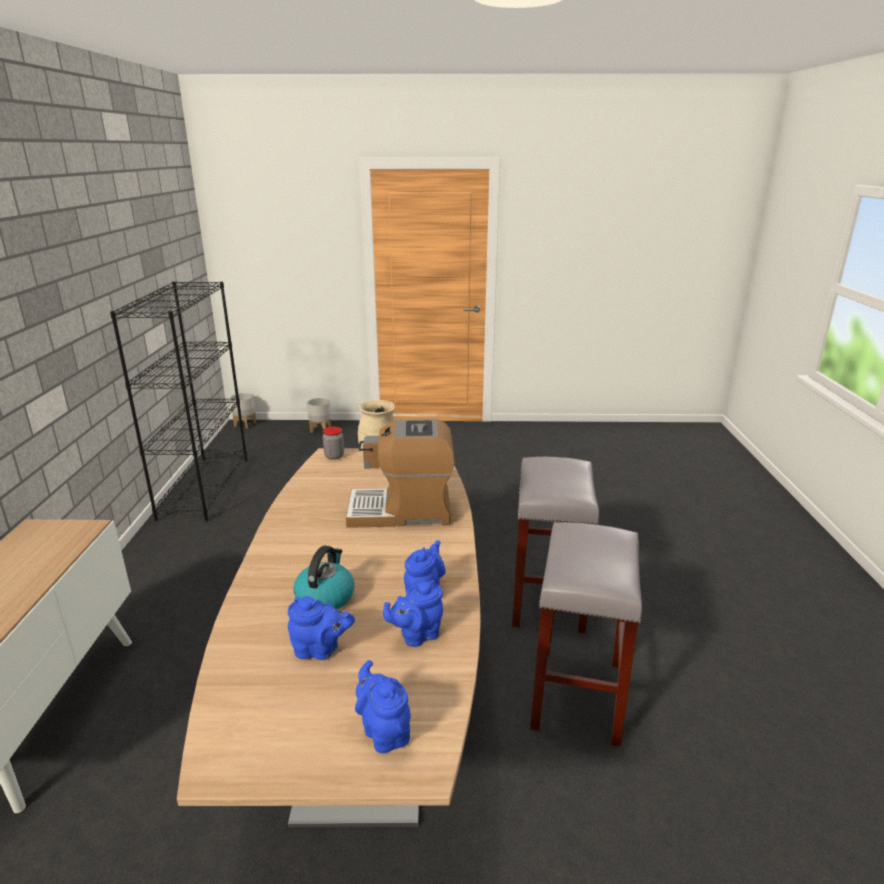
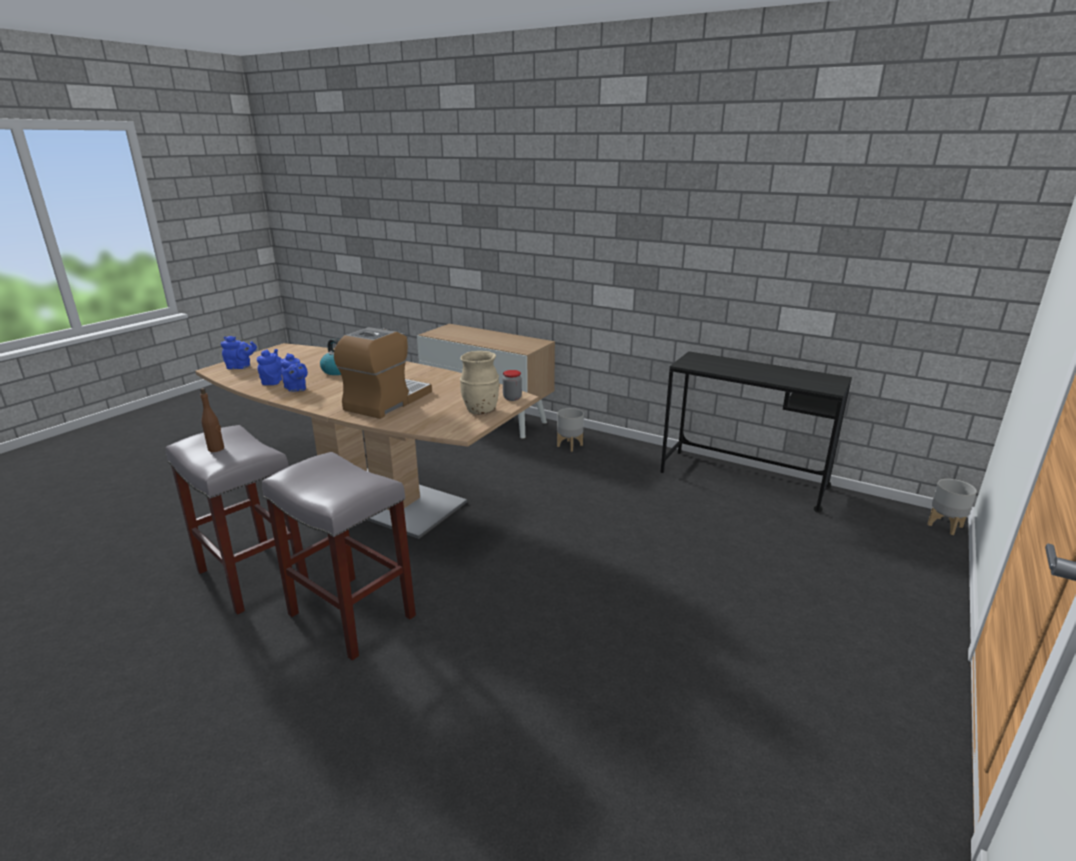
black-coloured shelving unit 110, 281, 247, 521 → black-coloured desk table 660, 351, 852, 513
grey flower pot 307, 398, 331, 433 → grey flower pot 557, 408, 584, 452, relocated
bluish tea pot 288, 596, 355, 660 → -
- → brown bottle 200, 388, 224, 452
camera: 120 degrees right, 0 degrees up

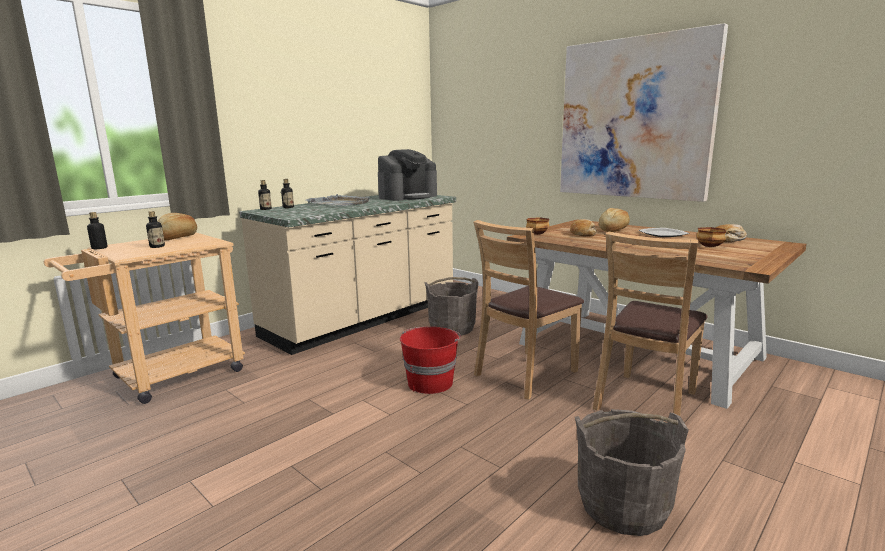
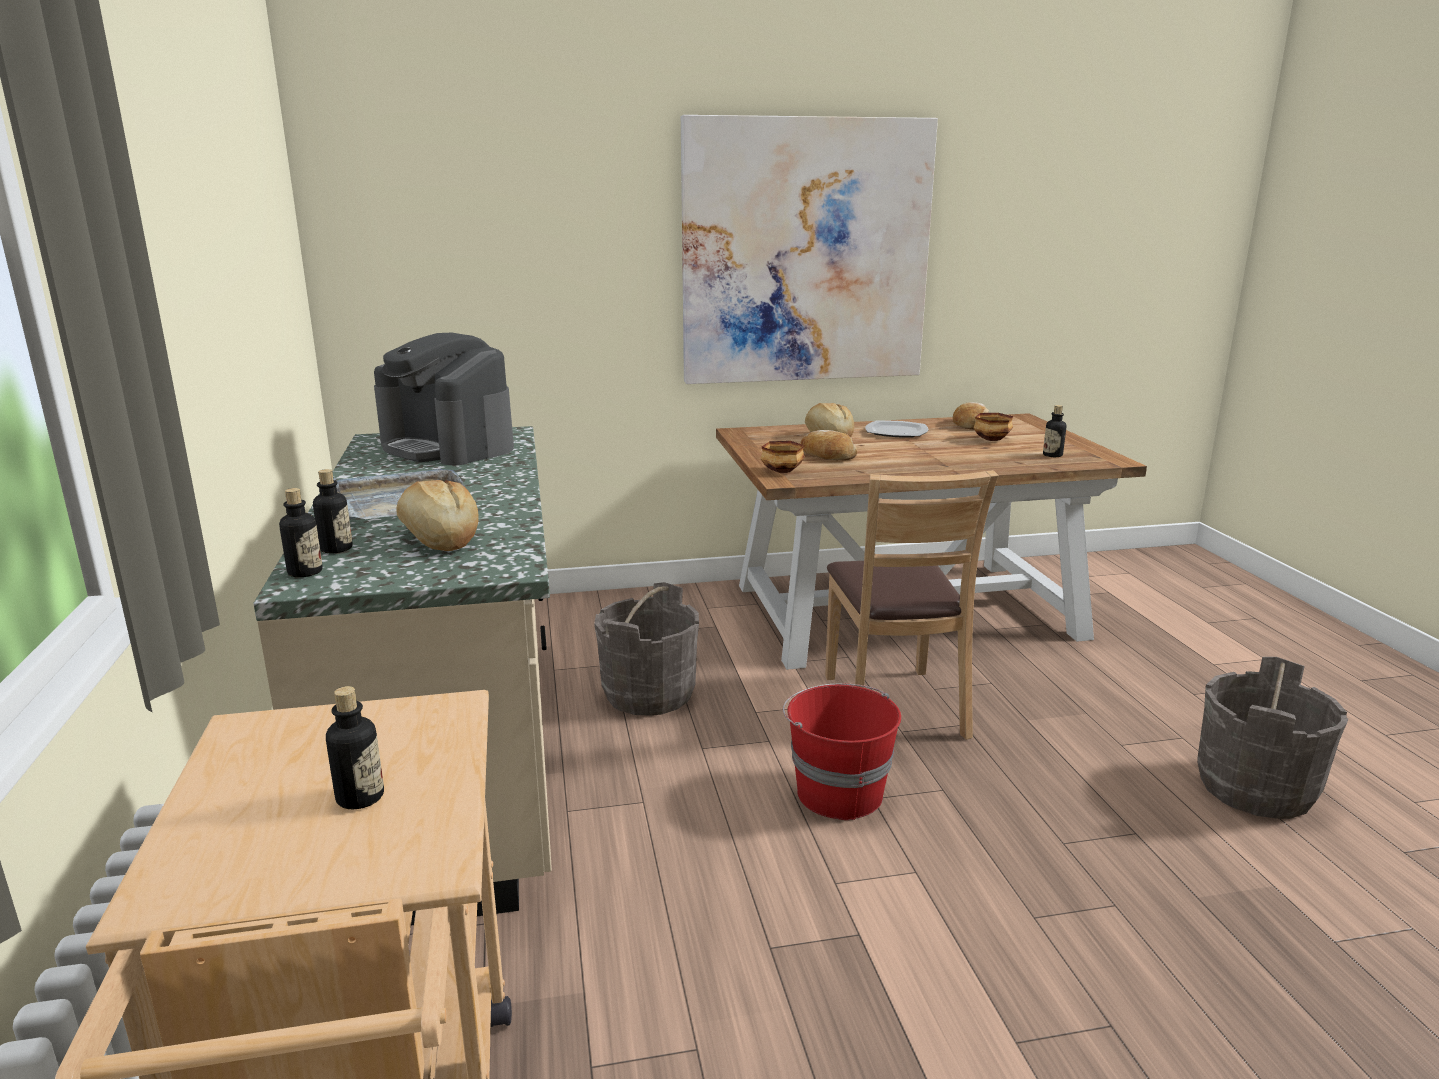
coffee machine 378, 149, 437, 201 → coffee machine 374, 333, 514, 465, 135 degrees clockwise
bottle 87, 212, 108, 249 → bottle 1043, 405, 1066, 457, relocated
baked bread 157, 213, 197, 240 → baked bread 397, 480, 479, 551, relocated
brown chair 593, 232, 707, 416 → -
camera: 55 degrees left, 5 degrees up

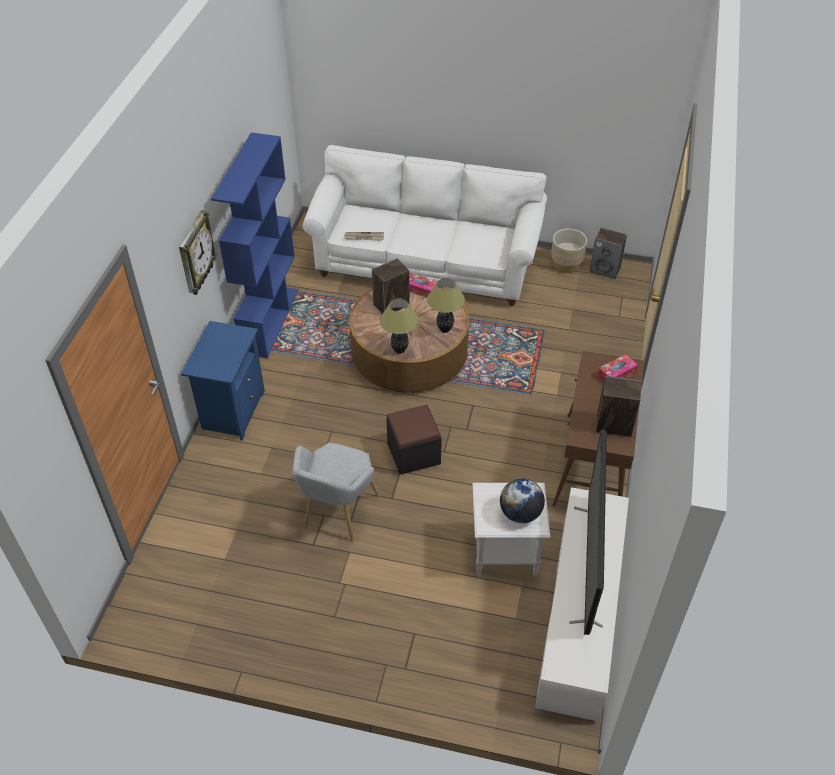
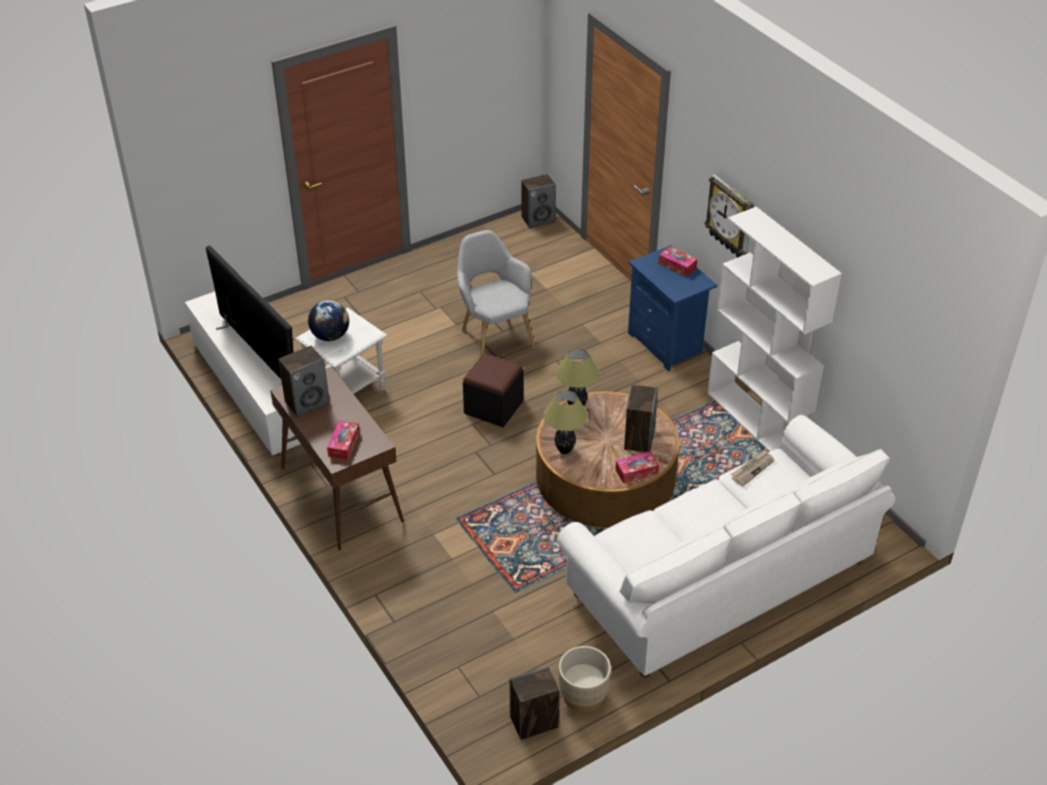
bluish shelving unit 211, 132, 299, 358 → white-coloured shelving unit 707, 207, 842, 452
- → audio speaker 521, 174, 556, 228
- → tissue holder 658, 246, 697, 277
camera: 135 degrees right, 5 degrees down

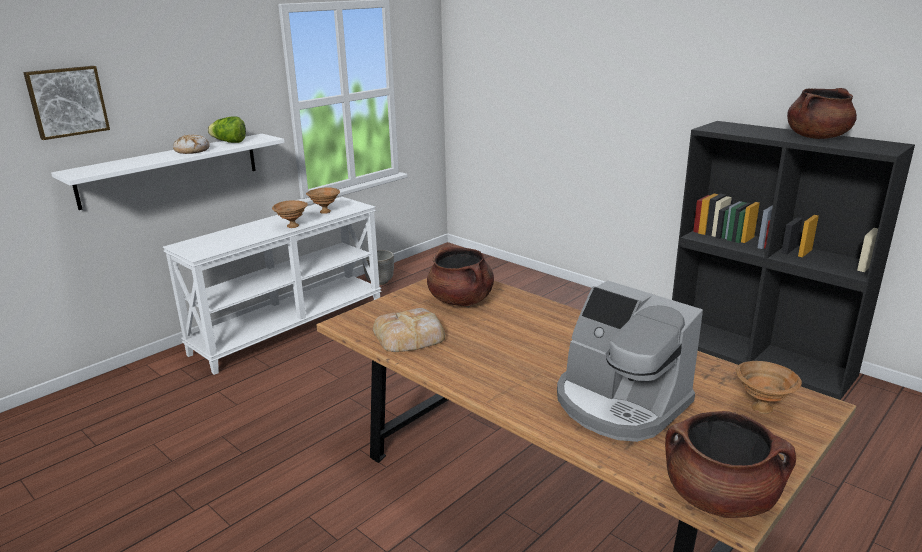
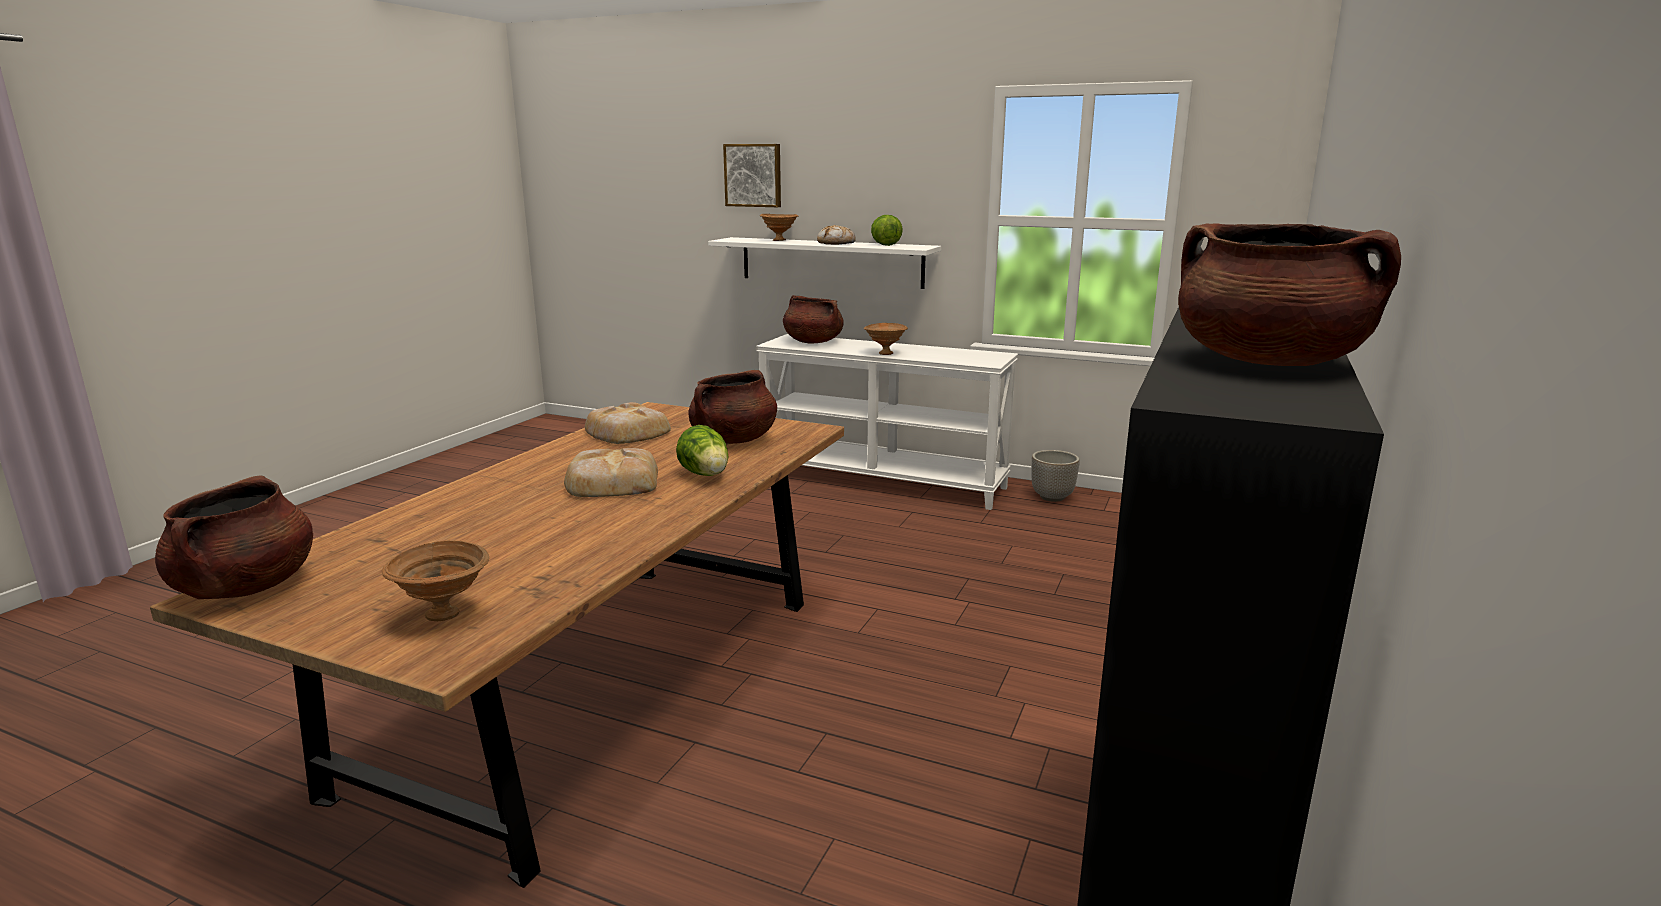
brown serving bowl 306, 187, 340, 214 → brown serving bowl 760, 214, 799, 241, relocated
coffee machine 557, 281, 703, 442 → -
- → brown cooking pot 783, 295, 844, 343
- → head of lettuce 676, 425, 728, 476
- → baked bread 564, 448, 658, 497
camera: 70 degrees right, 5 degrees down

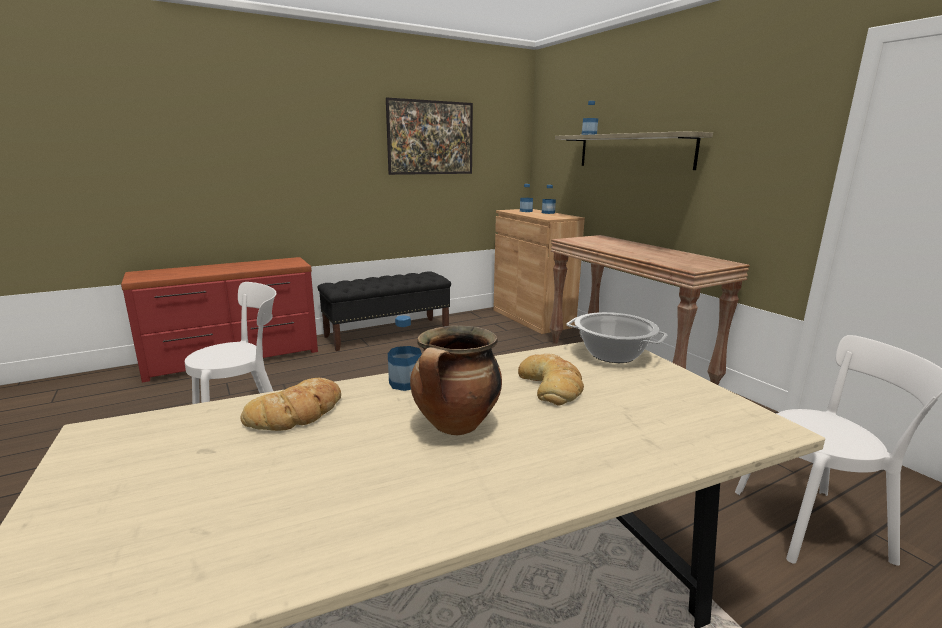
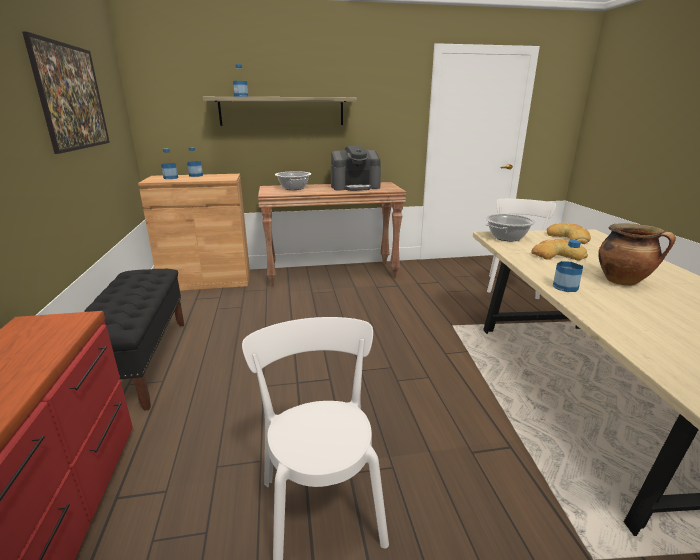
baked bread 240, 378, 341, 431 → baked bread 547, 222, 591, 244, relocated
- → coffee machine 331, 146, 381, 191
- → cooking pot 275, 171, 311, 190
camera: 70 degrees left, 5 degrees up

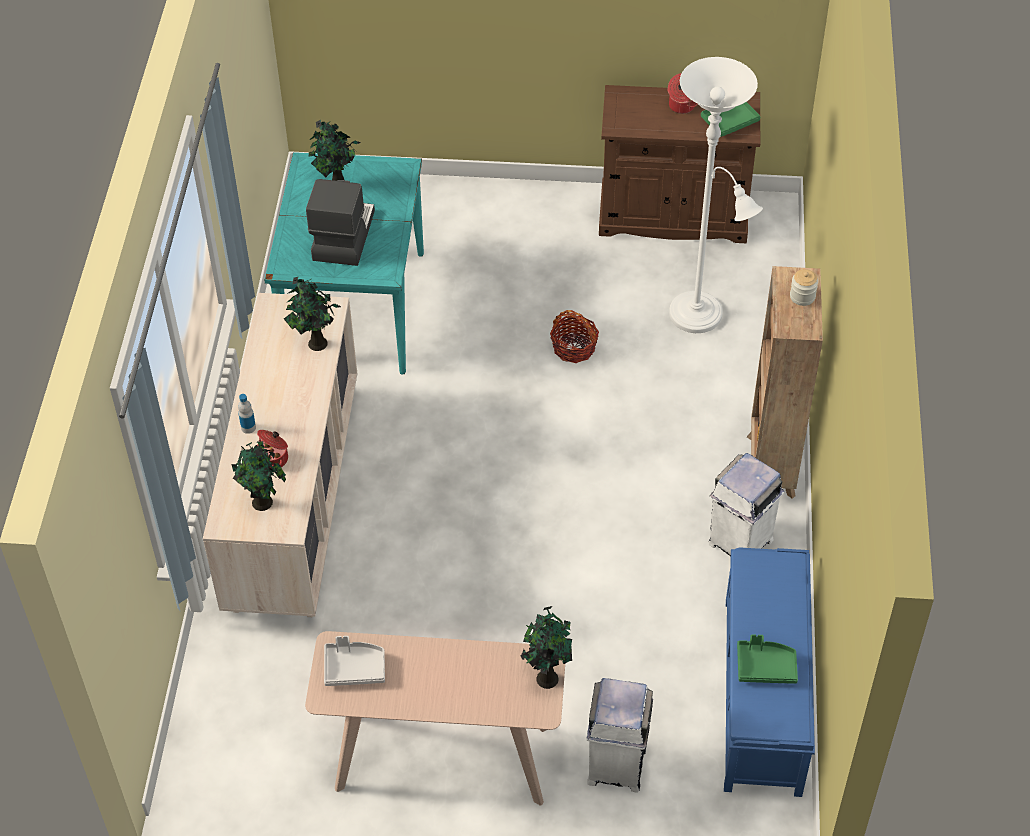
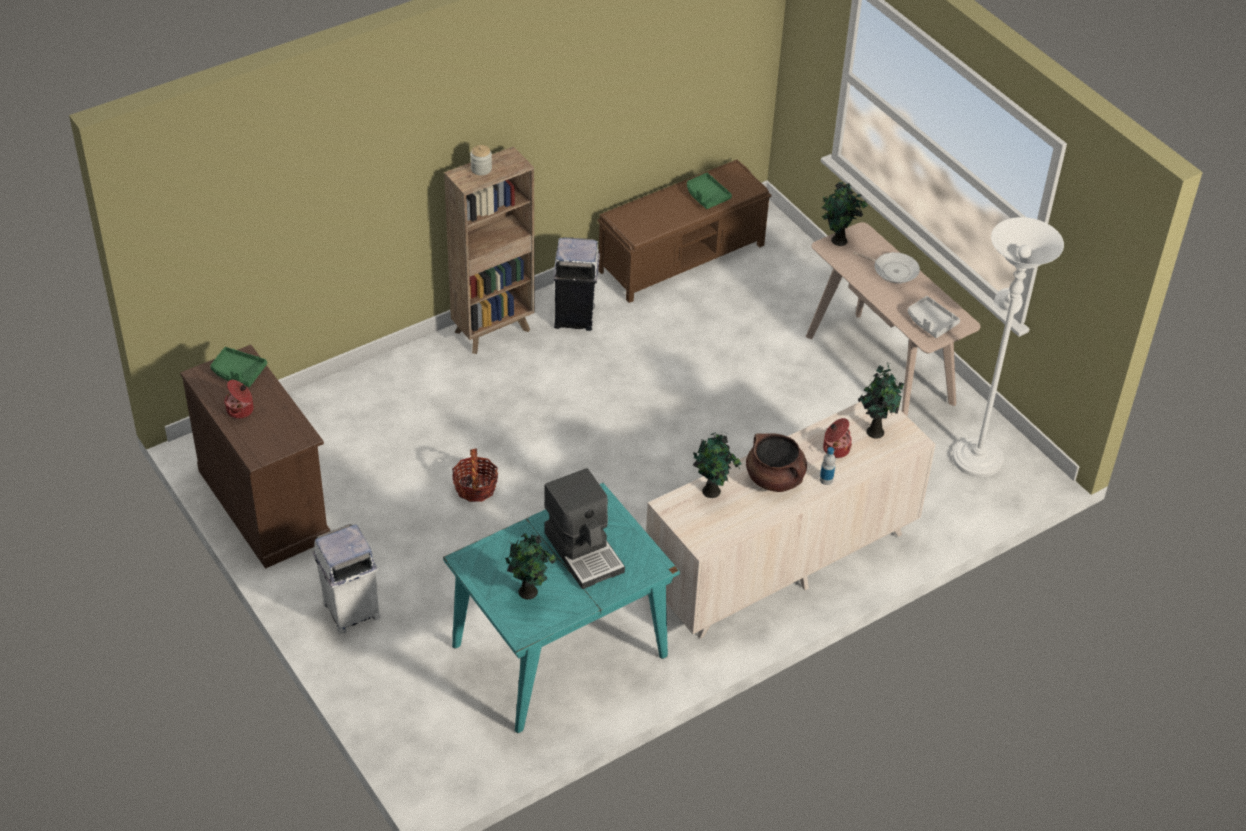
white-coloured standing lamp 669, 57, 763, 333 → white-coloured standing lamp 952, 217, 1064, 477, relocated
coffee machine 306, 179, 375, 266 → coffee machine 544, 468, 625, 589, 90 degrees counterclockwise
bluish bench 724, 548, 815, 797 → brown bench 597, 159, 772, 303
white-coloured rubbish bin 587, 678, 653, 793 → white-coloured rubbish bin 312, 524, 381, 633, relocated
- → pan 852, 251, 920, 284
- → brown cooking pot 746, 433, 807, 492
camera: 130 degrees left, 5 degrees down

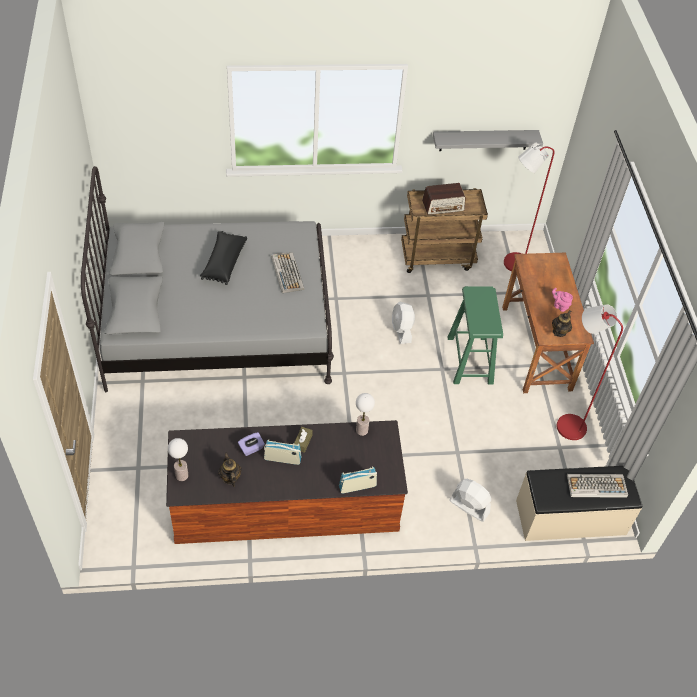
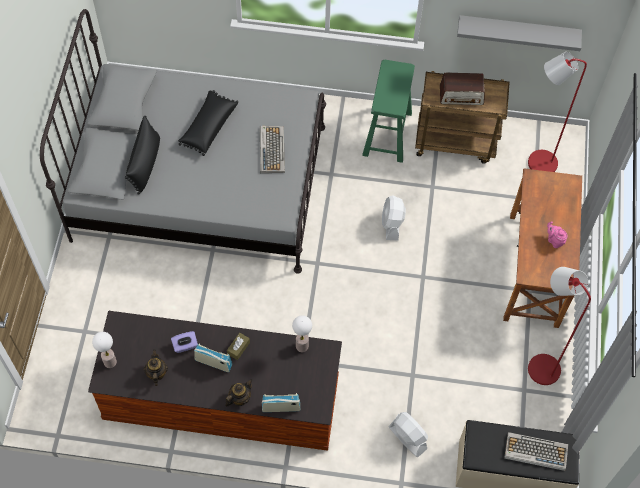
greenish sitting stool 448, 286, 503, 384 → greenish sitting stool 362, 60, 415, 163, relocated
tea pot 552, 310, 572, 337 → tea pot 225, 379, 253, 406, relocated
- → black-coloured pillow 125, 116, 160, 195
camera: 15 degrees right, 10 degrees up

